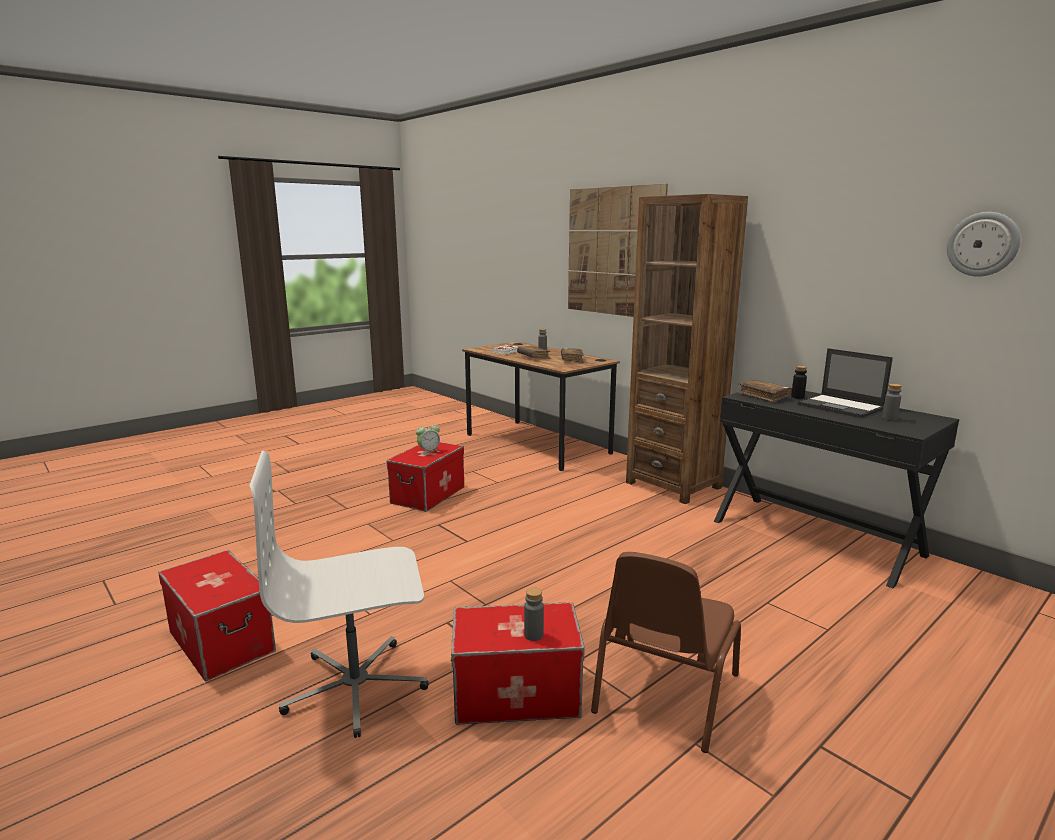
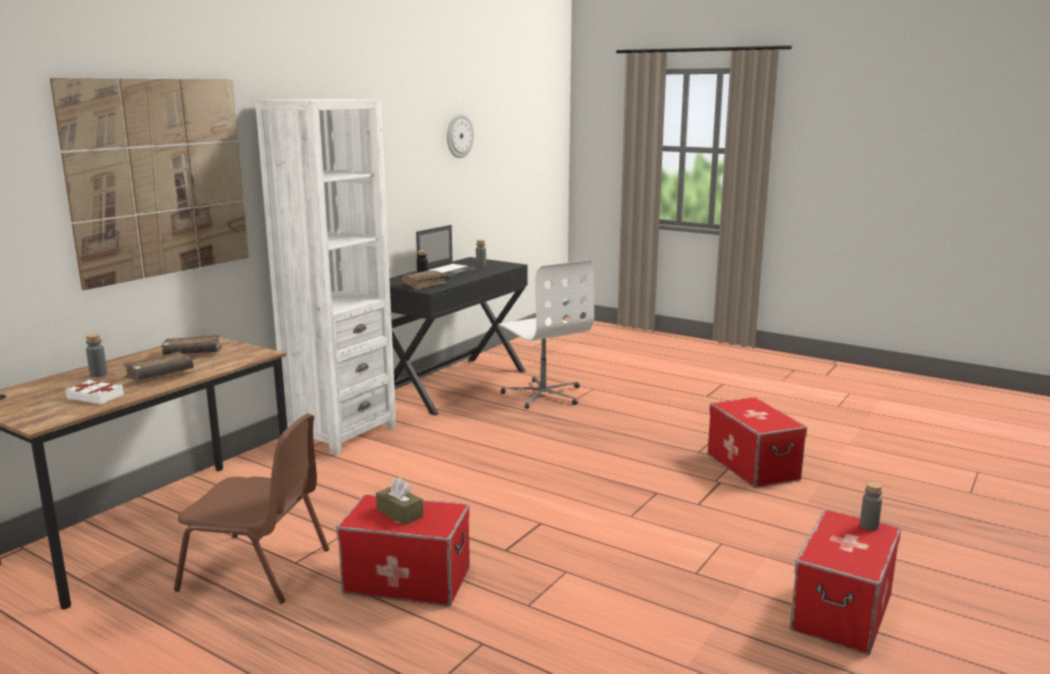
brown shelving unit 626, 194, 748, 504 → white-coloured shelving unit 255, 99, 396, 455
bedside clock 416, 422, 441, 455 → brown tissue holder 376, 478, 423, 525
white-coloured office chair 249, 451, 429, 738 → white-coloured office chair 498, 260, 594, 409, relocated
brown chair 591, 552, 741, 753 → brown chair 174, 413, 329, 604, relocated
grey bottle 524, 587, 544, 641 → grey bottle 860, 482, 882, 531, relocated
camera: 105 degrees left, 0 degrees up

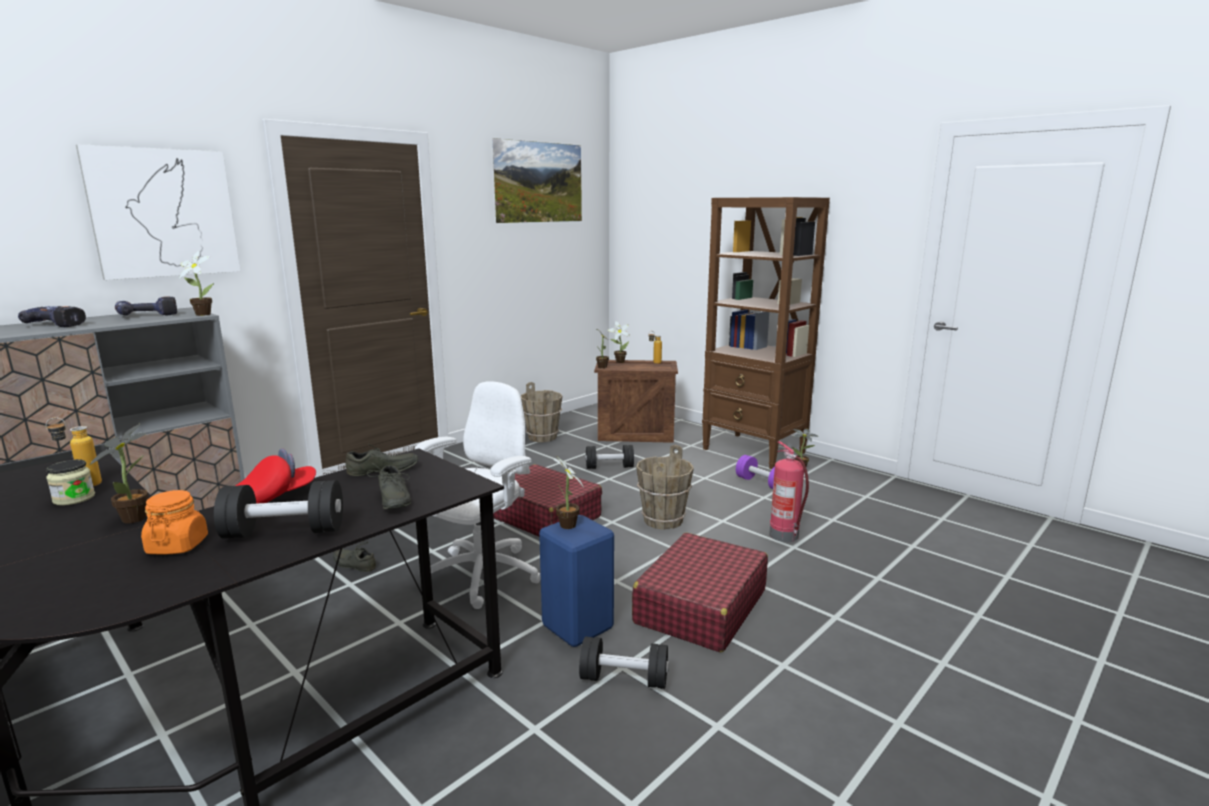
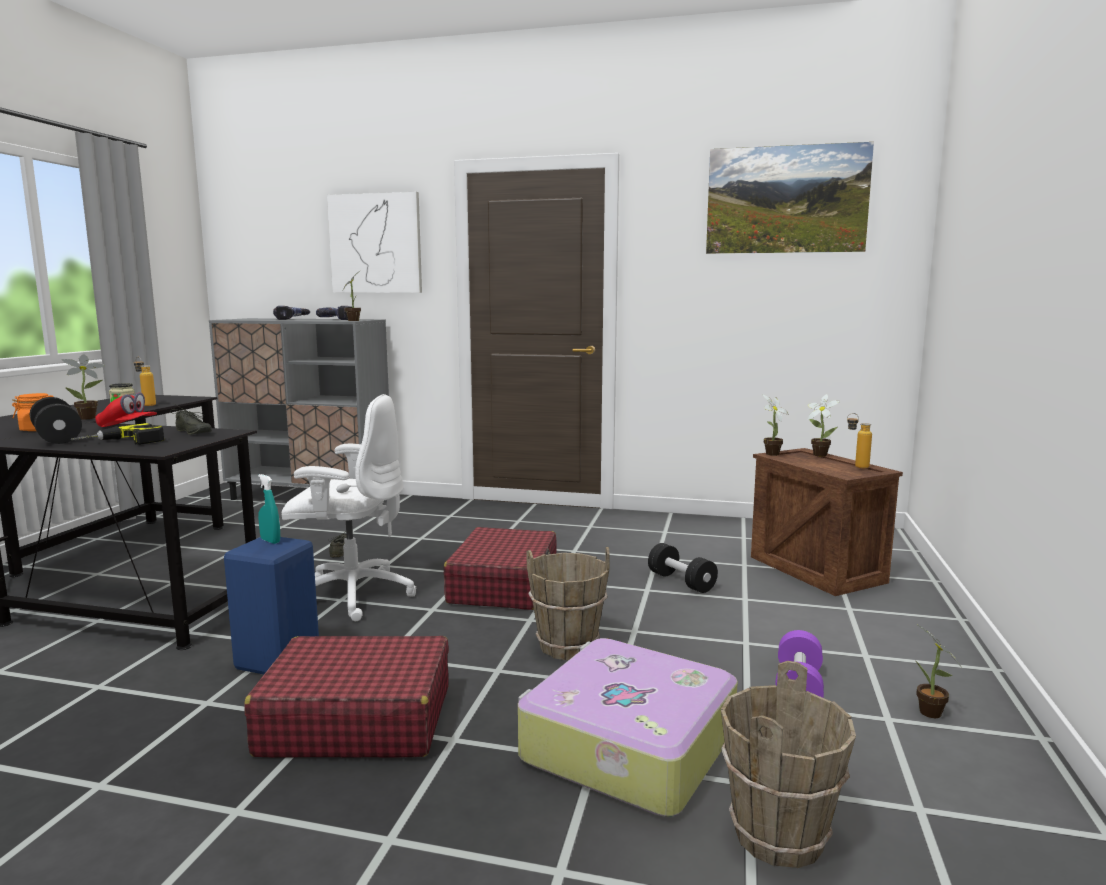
brown shelving unit 702, 197, 830, 469 → -
brown pail 521, 382, 562, 442 → brown pail 721, 661, 856, 868, relocated
fire extinguisher 769, 441, 809, 542 → piece of luggage 518, 638, 738, 817
houseplant 553, 457, 584, 529 → blue-green sprayer 258, 474, 280, 544
grey item of footwear 367, 462, 411, 509 → power drill 71, 423, 164, 445
black-coloured free weight 579, 636, 669, 689 → -
camera: 60 degrees right, 5 degrees down

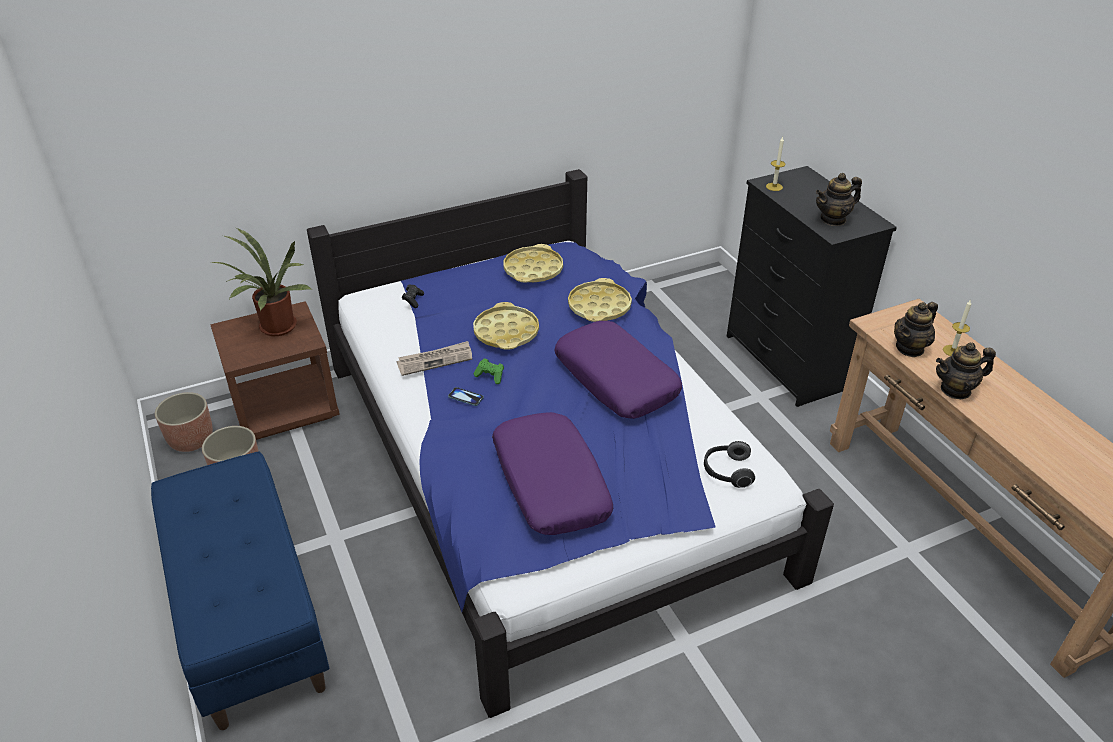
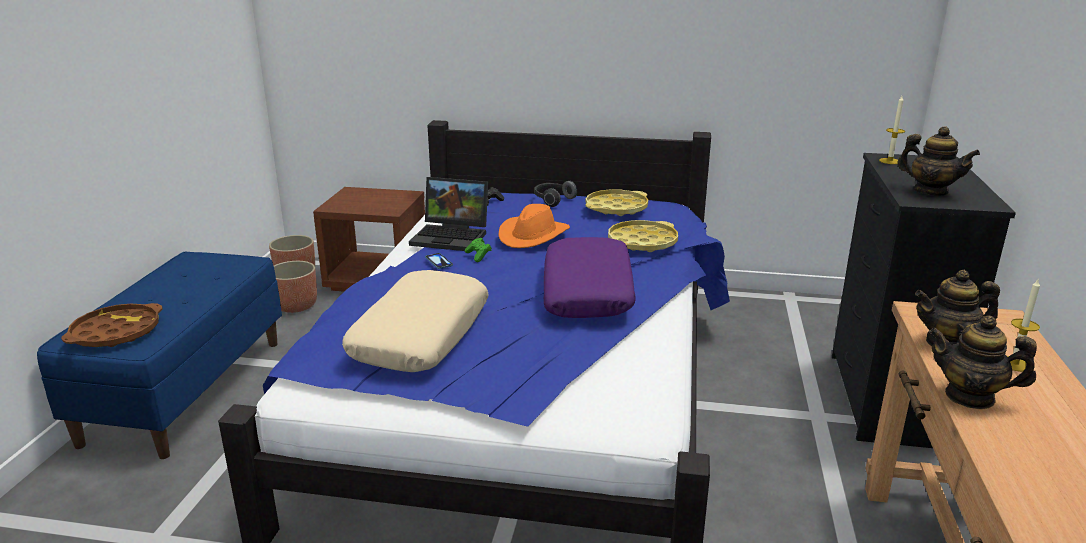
tea pot 816, 173, 862, 226 → tea pot 897, 126, 980, 196, 150 degrees counterclockwise
houseplant 212, 228, 312, 336 → -
yellowish tray 473, 302, 539, 350 → orange hat 499, 204, 570, 248
newspaper 397, 341, 472, 376 → notebook computer 409, 177, 488, 251
purplish pillow 492, 412, 613, 535 → sand-coloured pillow 342, 270, 489, 372
pair of headphones 704, 441, 755, 488 → pair of headphones 534, 181, 577, 207, relocated
- → brown tray 61, 303, 162, 347
camera: 35 degrees right, 15 degrees down

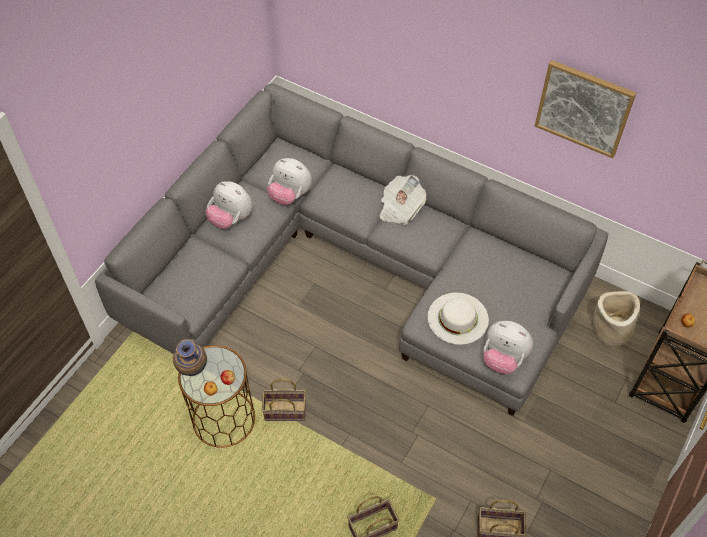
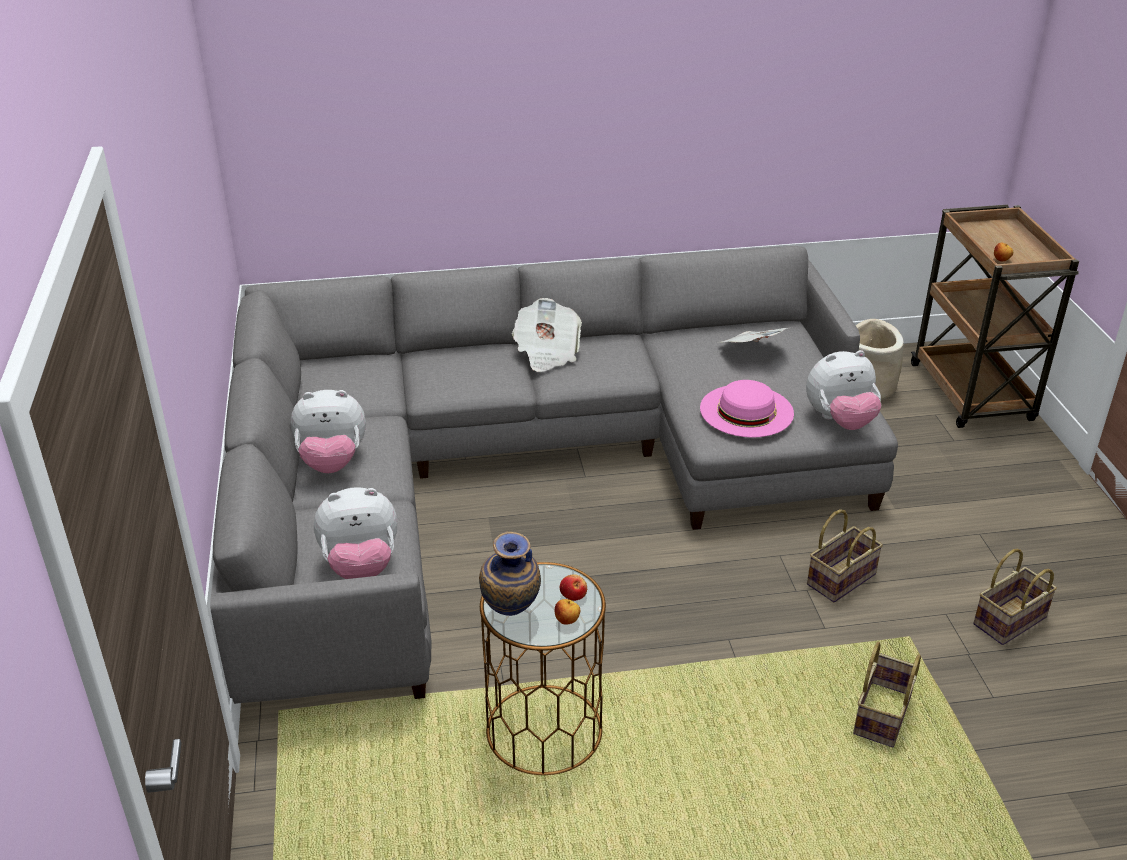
picture 535, 60, 636, 158 → -
cuddly toy 267, 158, 312, 205 → cuddly toy 314, 487, 397, 579, relocated
white-coloured hat 428, 293, 489, 345 → pink-coloured hat 700, 380, 794, 437
storage basket 262, 379, 306, 421 → storage basket 807, 509, 883, 602, relocated
- → newspaper 721, 328, 788, 343
camera: 40 degrees left, 20 degrees down

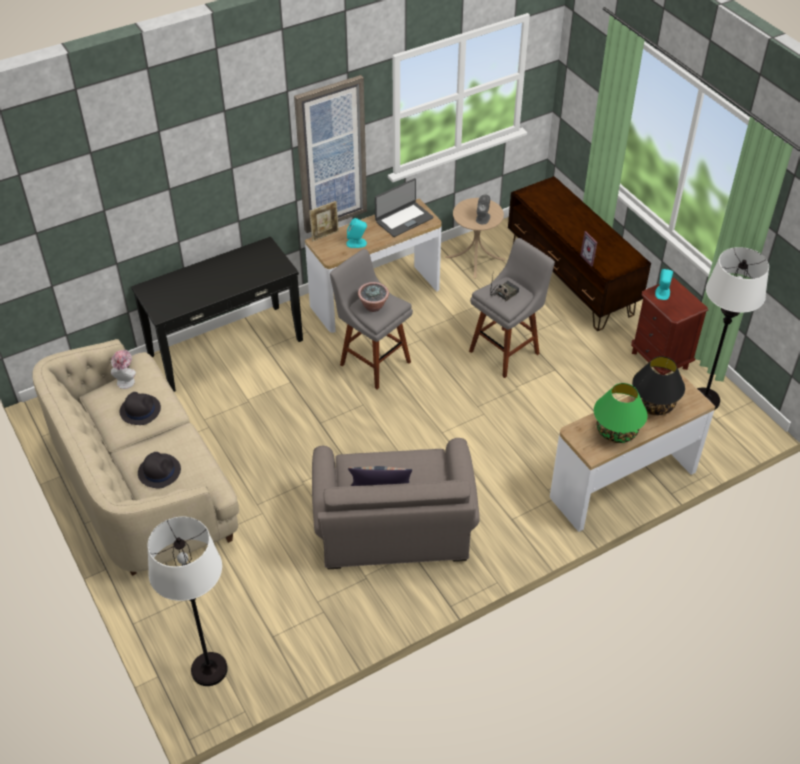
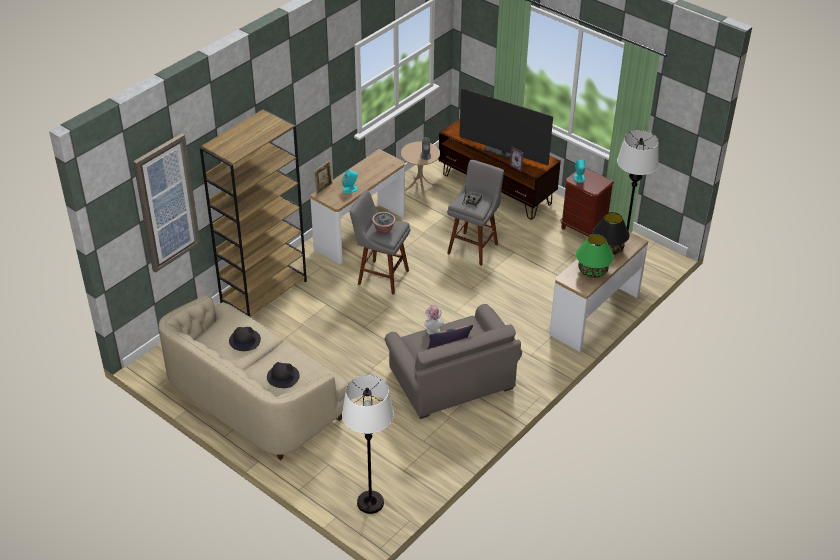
picture 294, 75, 367, 233 → picture 133, 133, 200, 273, relocated
notebook computer 375, 178, 434, 237 → -
black-coloured narrow table 131, 237, 303, 392 → brown shelving unit 200, 109, 307, 317
hat 111, 350, 136, 389 → hat 424, 305, 443, 334, relocated
- → TV 459, 88, 553, 165
camera: 20 degrees left, 5 degrees down

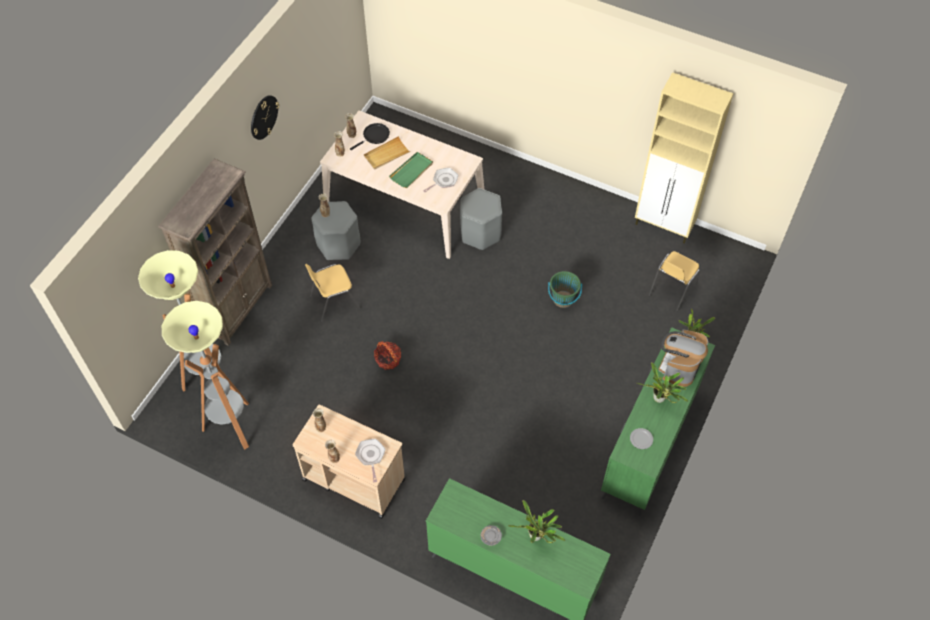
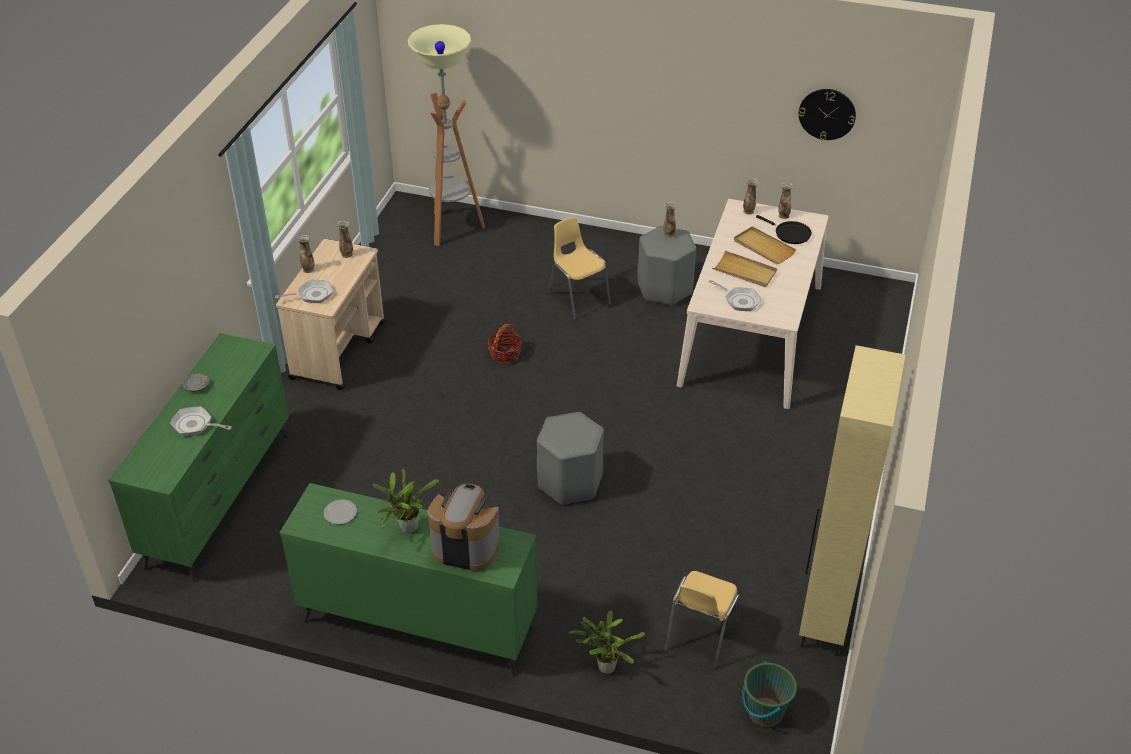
clock on the wall 251, 95, 279, 140 → clock on the wall 799, 89, 856, 140, relocated
greenish tray 389, 152, 433, 188 → sand-coloured tray 712, 251, 777, 287
brown shelving unit 158, 159, 273, 346 → -
grey sitting stool 460, 188, 502, 250 → grey sitting stool 537, 412, 604, 505, relocated
yellowish chair 649, 251, 700, 311 → yellowish chair 664, 571, 740, 669, 90 degrees counterclockwise
greenish pail 548, 271, 582, 308 → greenish pail 742, 661, 797, 727, relocated
standing lamp 162, 301, 249, 450 → -
houseplant 508, 500, 565, 543 → pan 170, 406, 232, 436
camera: 80 degrees right, 15 degrees down

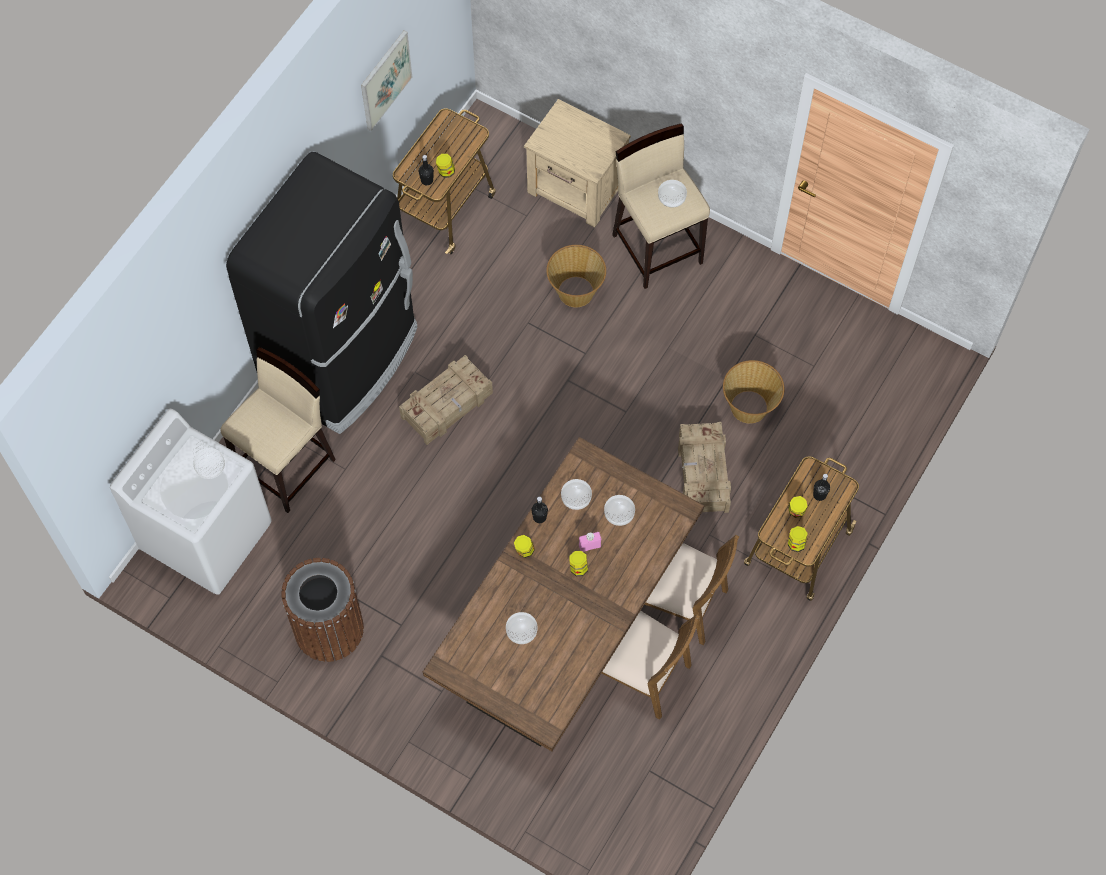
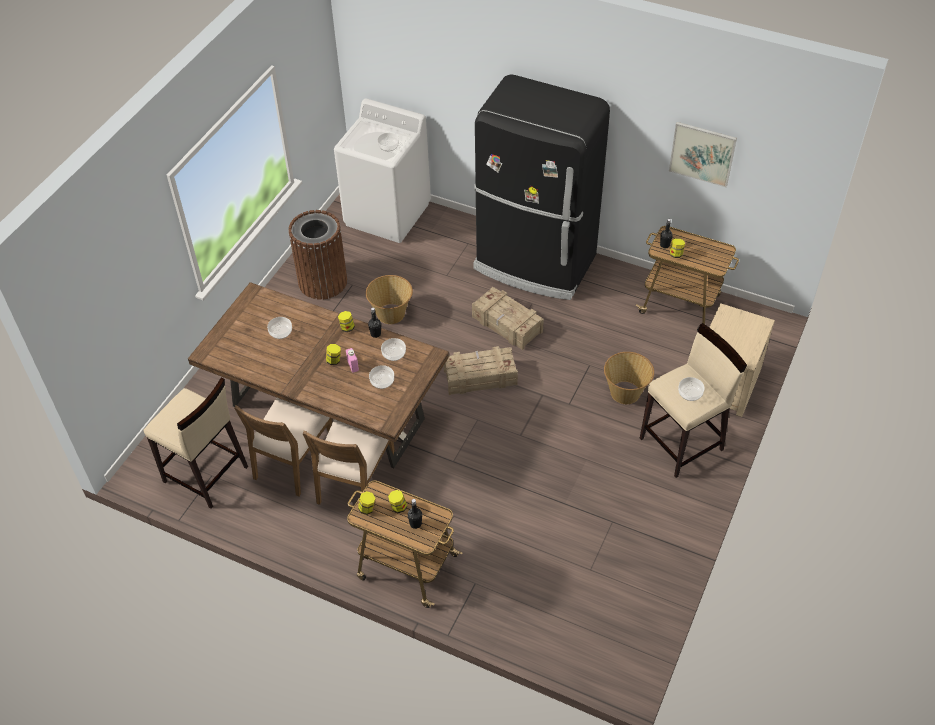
sand-coloured sitting stool 220, 347, 336, 513 → sand-coloured sitting stool 144, 377, 248, 509, relocated
storage basket 723, 360, 785, 424 → storage basket 366, 275, 413, 324, relocated
crate 678, 422, 731, 513 → crate 444, 346, 518, 395, relocated
camera: 85 degrees right, 15 degrees down

